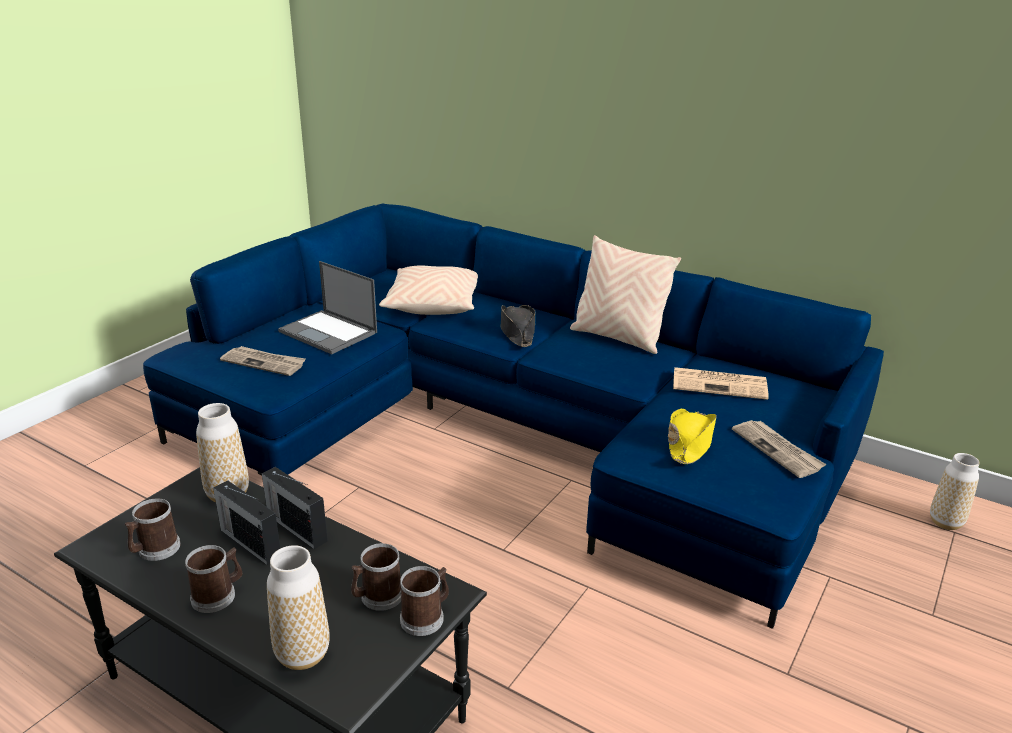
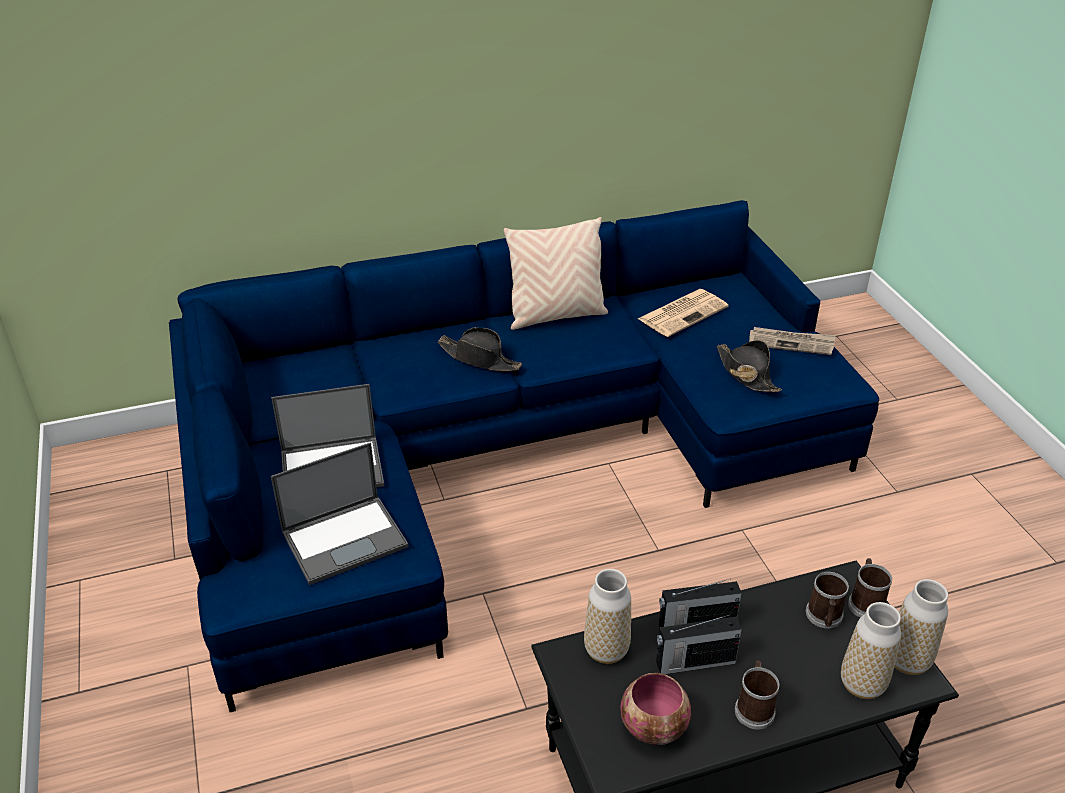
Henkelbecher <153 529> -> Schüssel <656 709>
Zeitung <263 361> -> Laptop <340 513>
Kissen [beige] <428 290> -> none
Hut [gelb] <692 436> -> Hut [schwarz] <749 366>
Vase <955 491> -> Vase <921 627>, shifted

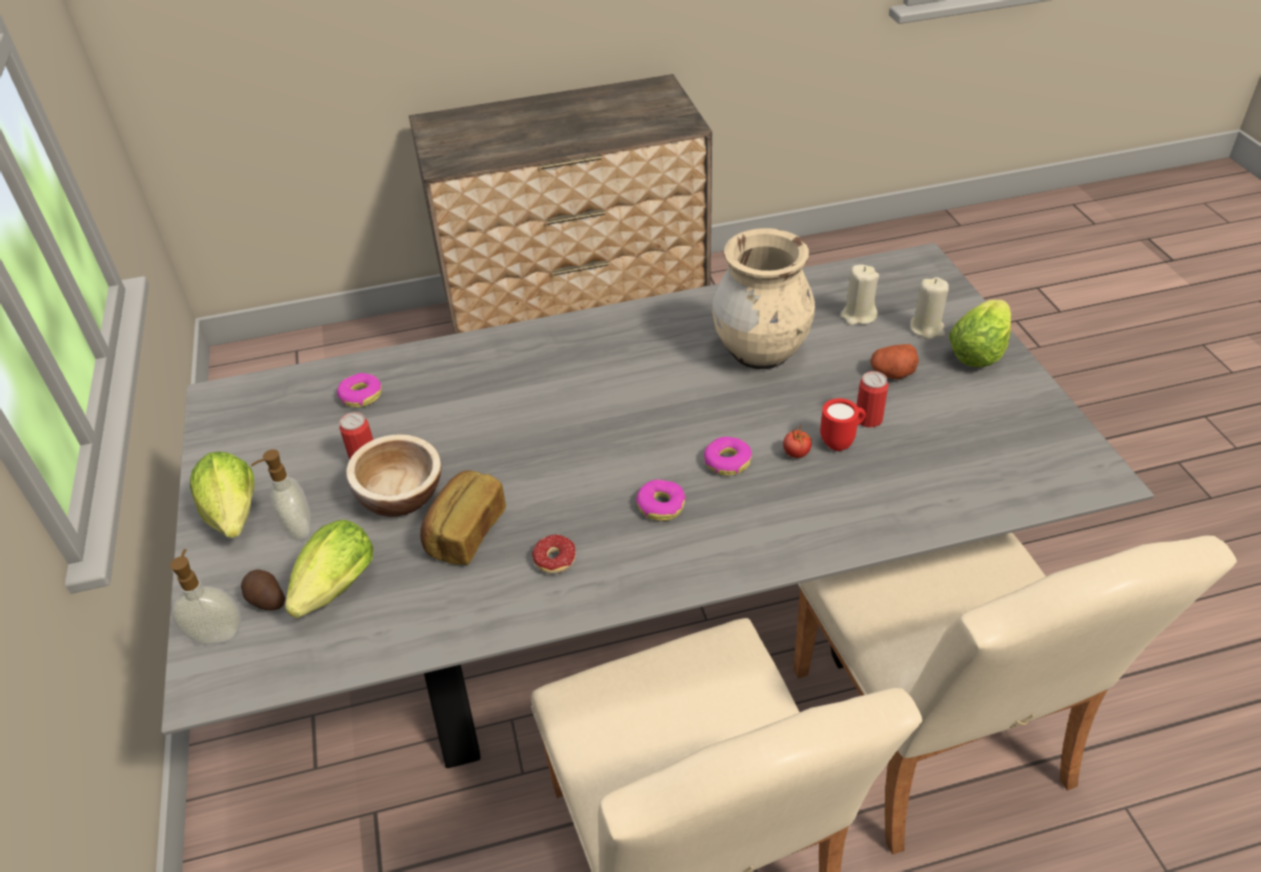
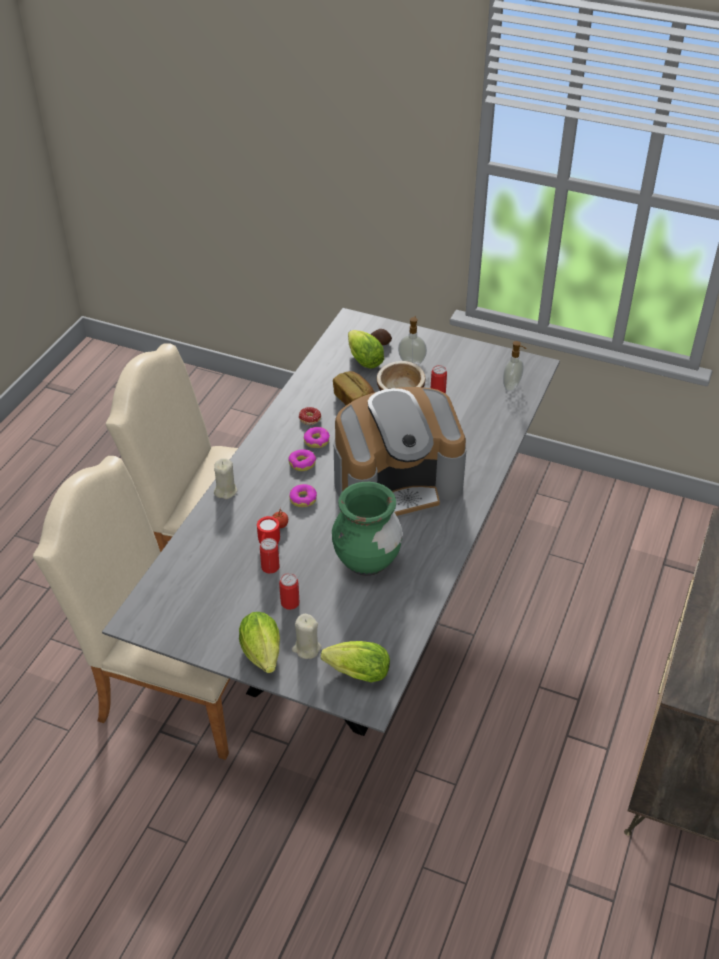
Seifenspender <205 597> -> Seifenspender <514 366>, shifted
Salatkopf <222 495> -> Salatkopf <355 661>, shifted
Donut <359 390> -> Donut <317 437>, shifted
Vase [beige] <763 298> -> Vase [grün] <367 529>
Kerze [beige] <859 295> -> Kerze [beige] <225 478>, shifted
Kartoffel <895 361> -> Dose <289 591>
none -> Kaffeemaschine <400 452>

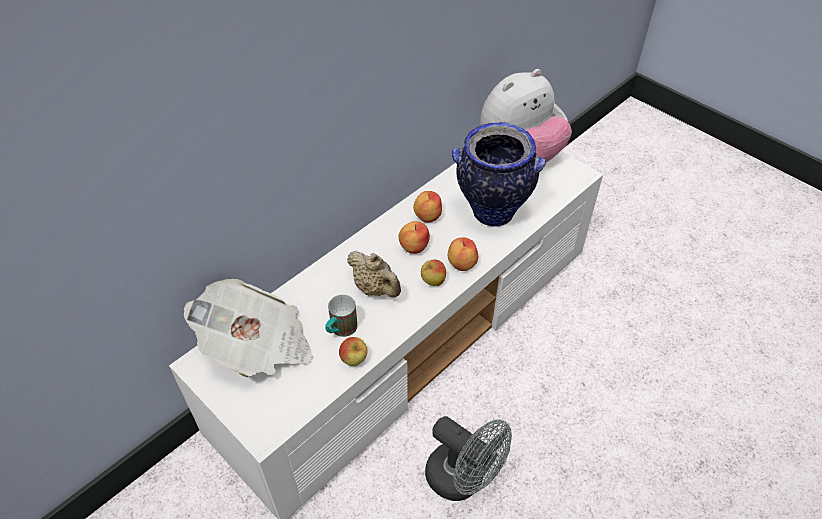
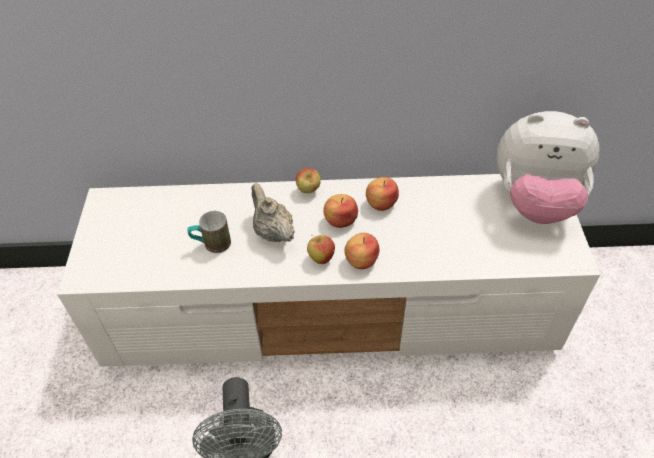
Zeitung <248 328> -> none
Apfel <353 351> -> Apfel <308 180>, shifted
Teekanne [beige] <374 274> -> Teekanne [beige] <273 212>, 150 degrees clockwise
Vase <499 174> -> none

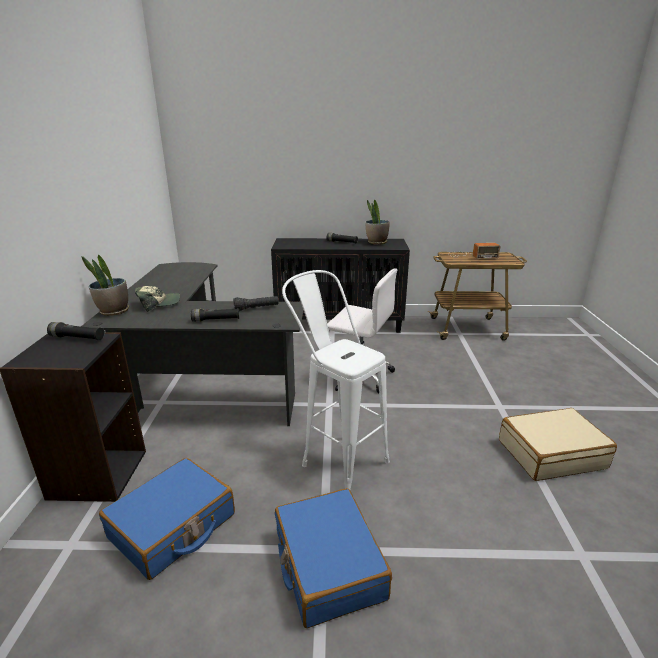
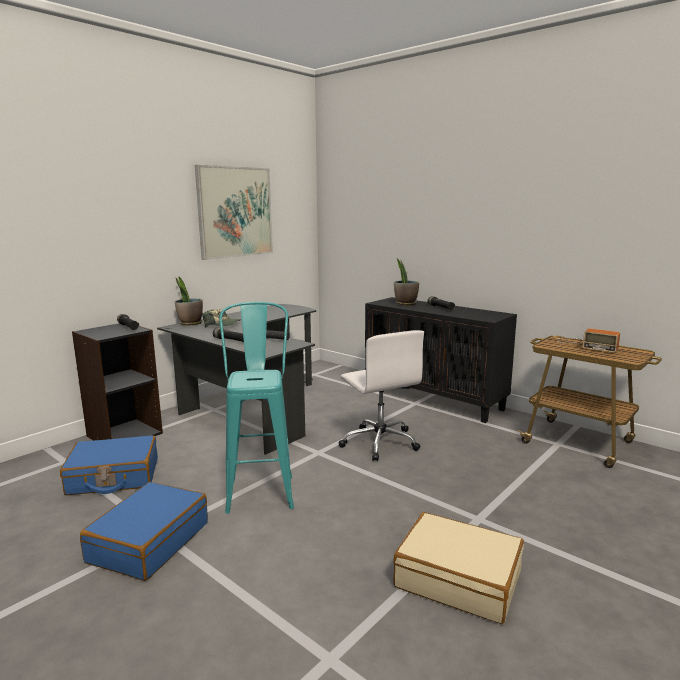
Hocker [weiß] <336 379> -> Hocker [türkis] <256 408>
Topfpflanze <377 222> -> Topfpflanze <406 281>, shifted
none -> Bild <234 212>

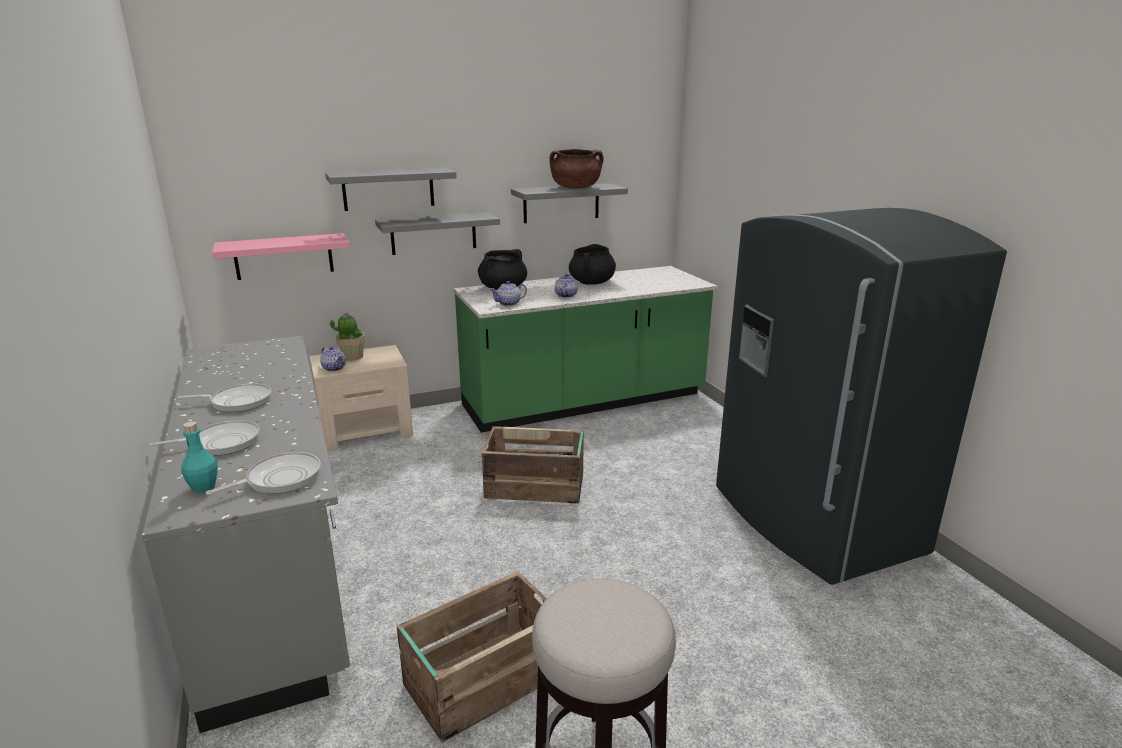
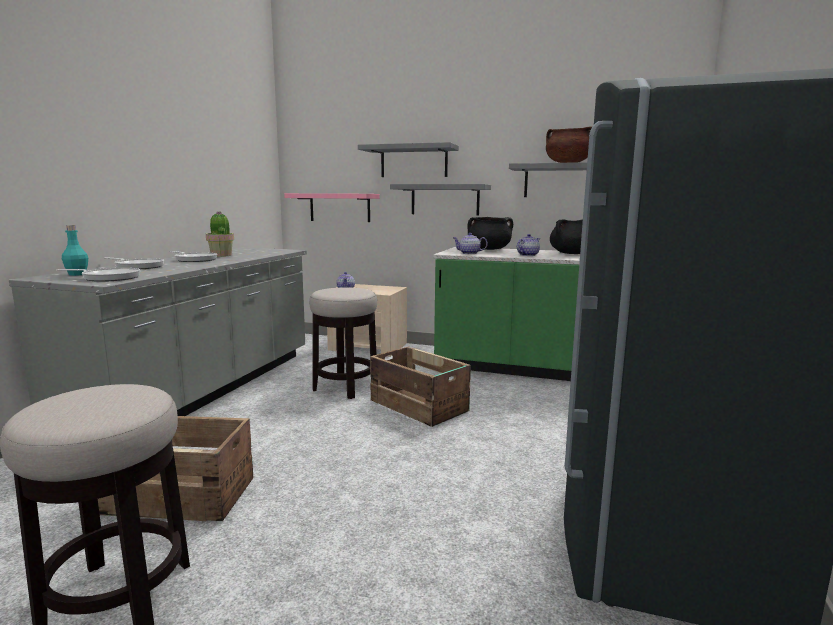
Topfpflanze <347 336> -> Topfpflanze <220 234>, shifted
none -> Hocker <343 343>

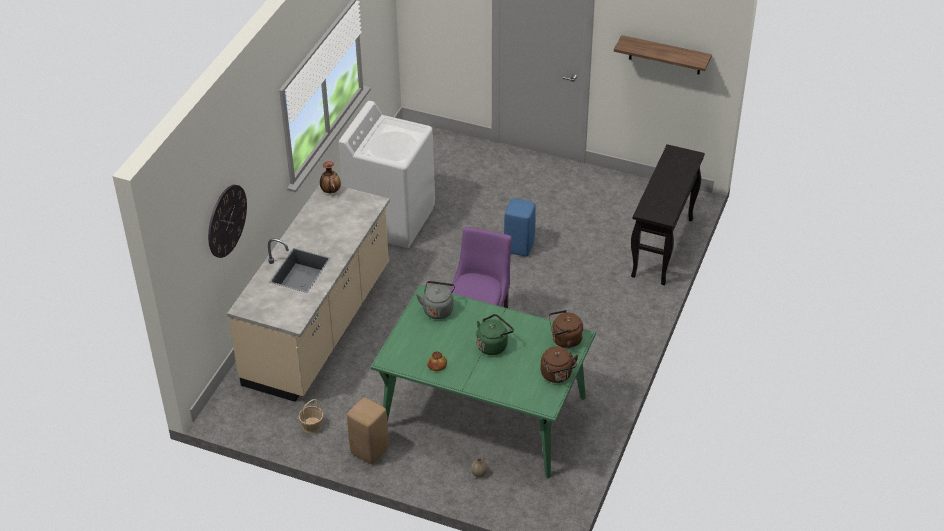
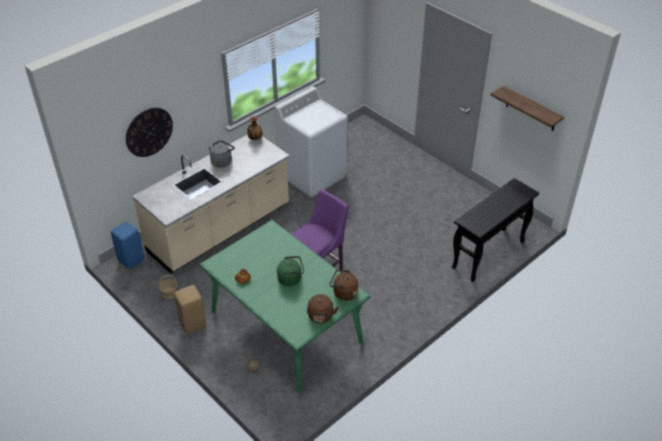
Wasserkessel [grau] <435 300> -> Wasserkessel [grau] <222 154>, shifted
Hocker [blau] <520 227> -> Hocker [blau] <127 245>, shifted

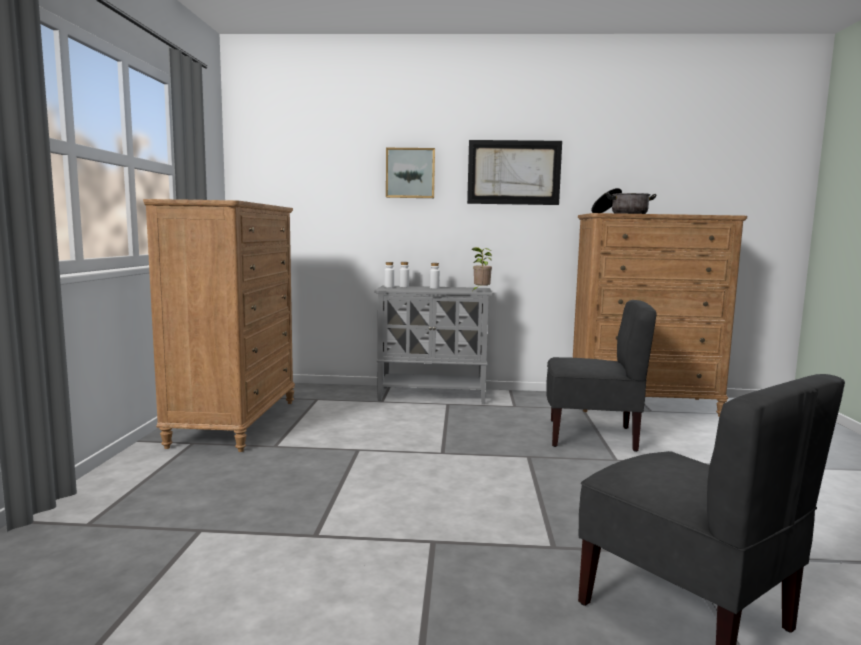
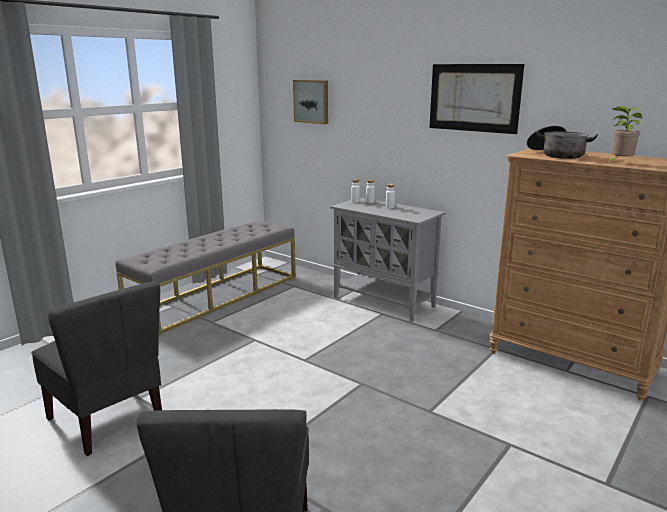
Kommode [braun] <219 325> -> Bank [grau] <206 277>
Bild <410 173> -> Bild <310 102>, shifted
Topfpflanze <481 268> -> Topfpflanze <624 134>, shifted
Stuhl [grau] <601 376> -> Stuhl [grau] <96 368>, shifted

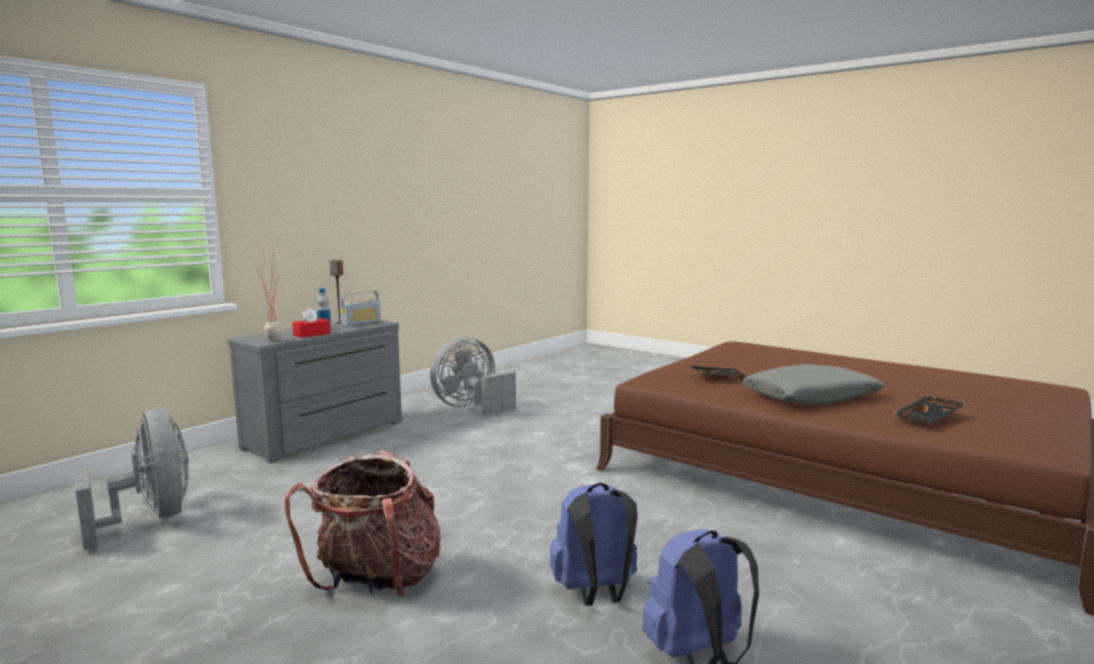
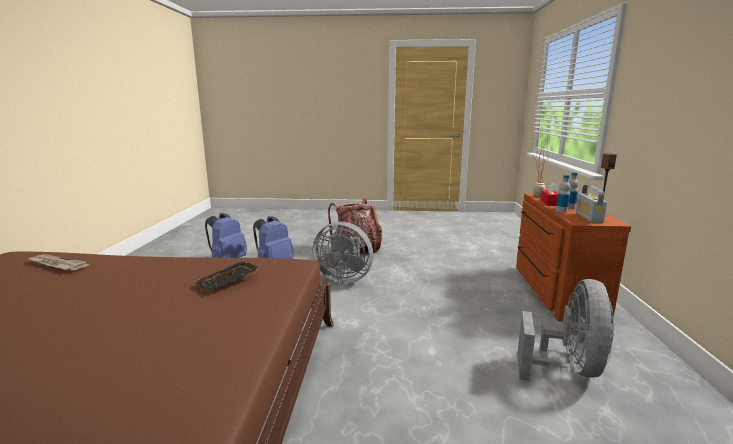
Ventilator [grau] <132 479> -> Ventilator [grau] <343 252>, shifted
Kommode [grau] <315 391> -> Kommode [braun] <573 258>
Kissen [grau] <814 385> -> none
Tablett [schwarz] <929 409> -> Zeitung <59 262>
none -> Flasche <563 194>

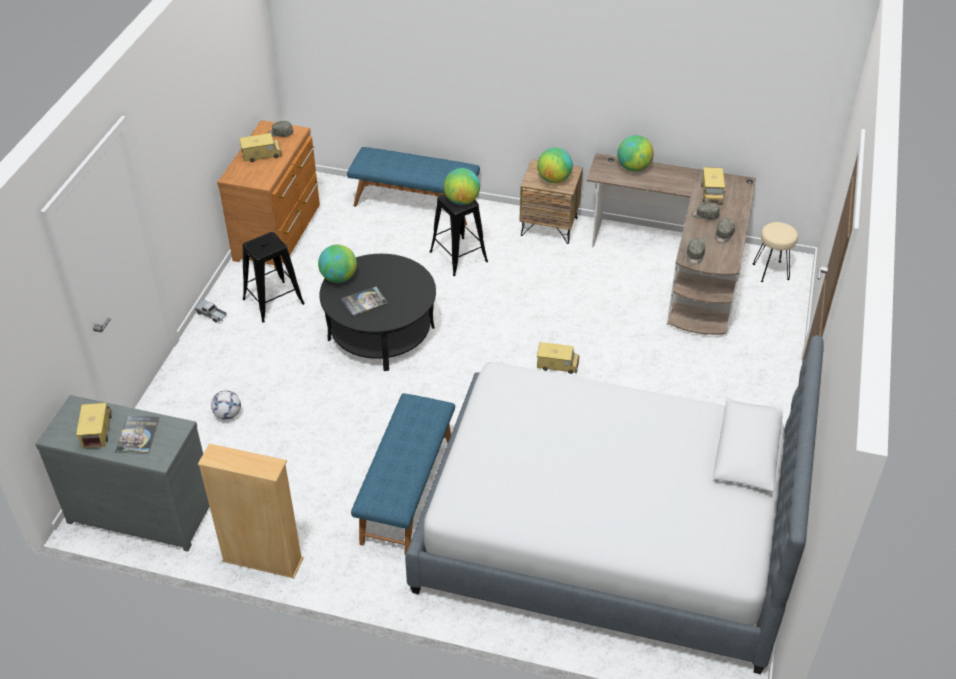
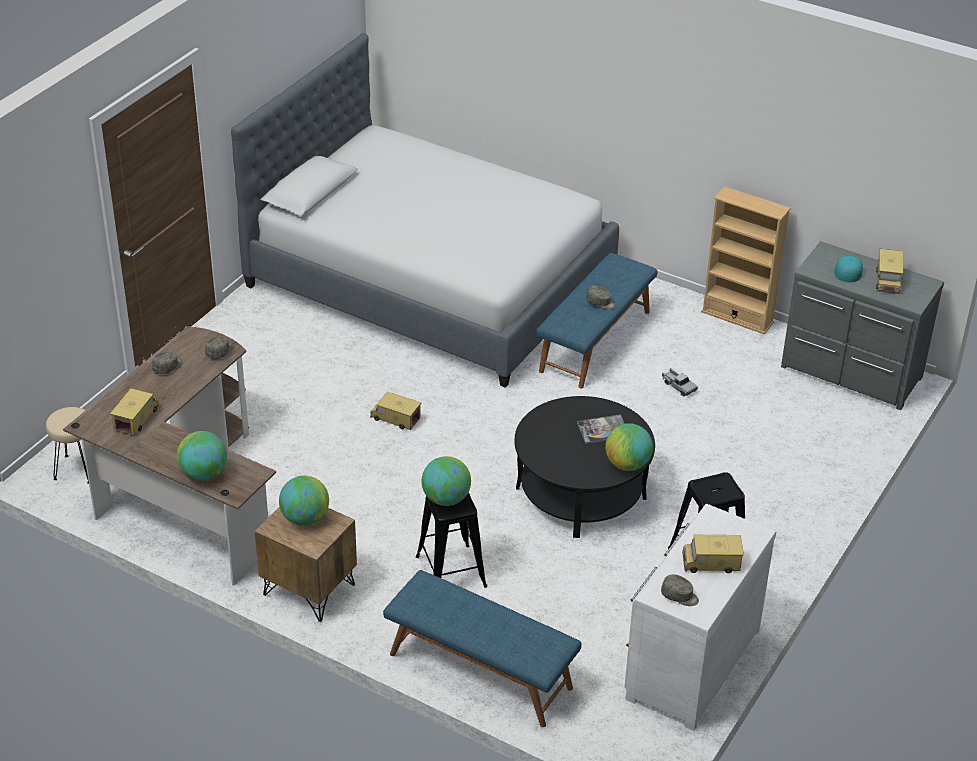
Buch <137 435> -> Kappe [türkis] <849 269>
Spielzeuglaster <211 311> -> Spielzeuglaster <680 382>, shifted
Fußball <226 405> -> none
Kommode [braun] <268 194> -> Kommode [weiß] <700 617>
Kappe [grau] <705 211> -> Kappe [grau] <600 298>, shifted

